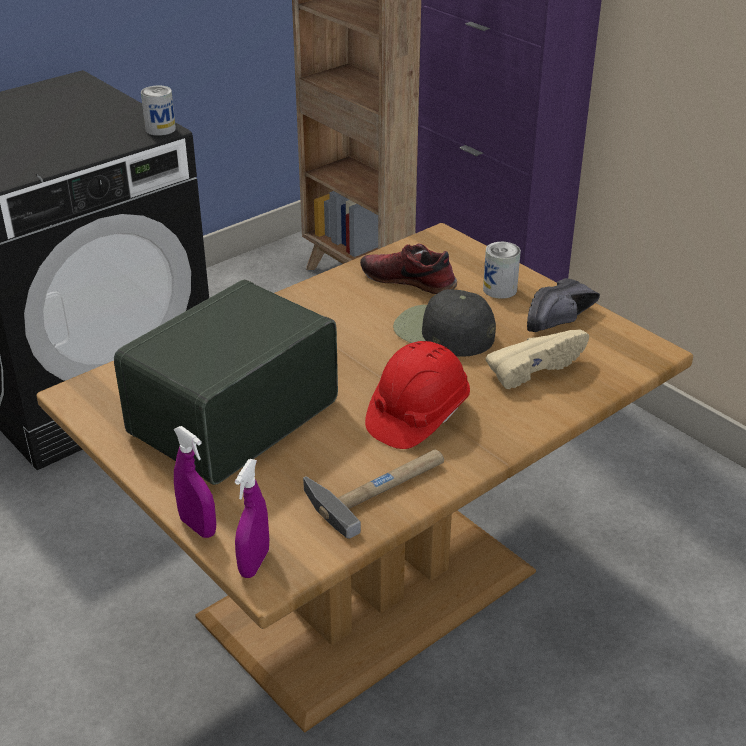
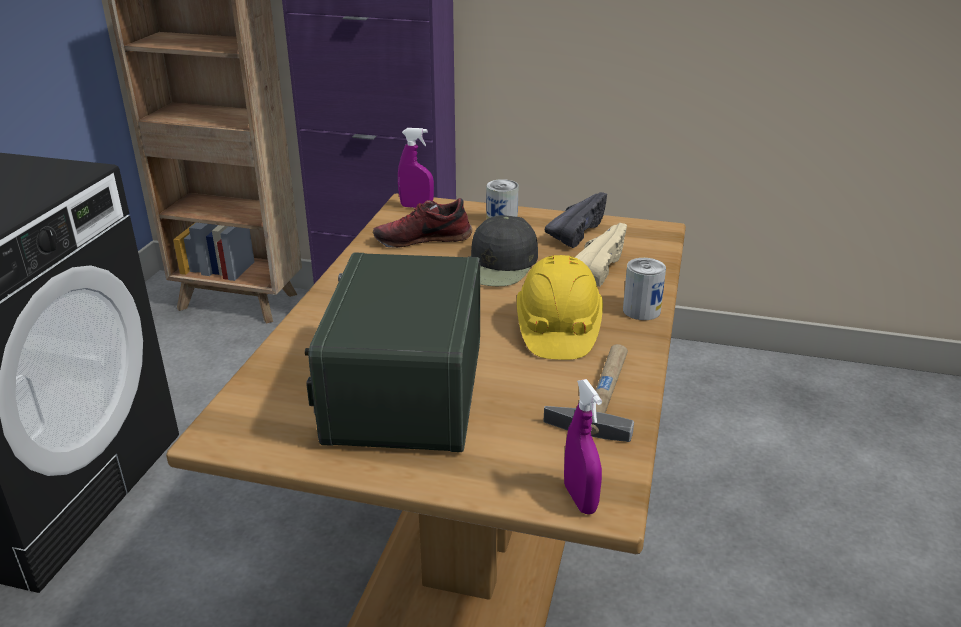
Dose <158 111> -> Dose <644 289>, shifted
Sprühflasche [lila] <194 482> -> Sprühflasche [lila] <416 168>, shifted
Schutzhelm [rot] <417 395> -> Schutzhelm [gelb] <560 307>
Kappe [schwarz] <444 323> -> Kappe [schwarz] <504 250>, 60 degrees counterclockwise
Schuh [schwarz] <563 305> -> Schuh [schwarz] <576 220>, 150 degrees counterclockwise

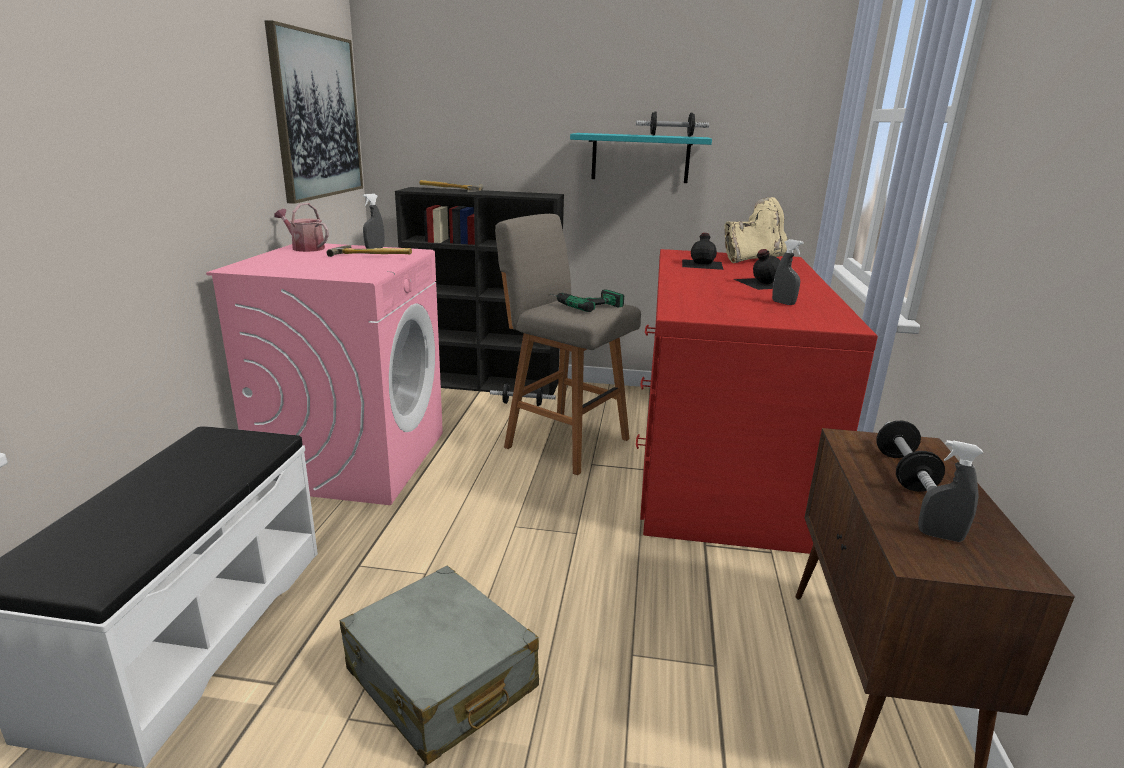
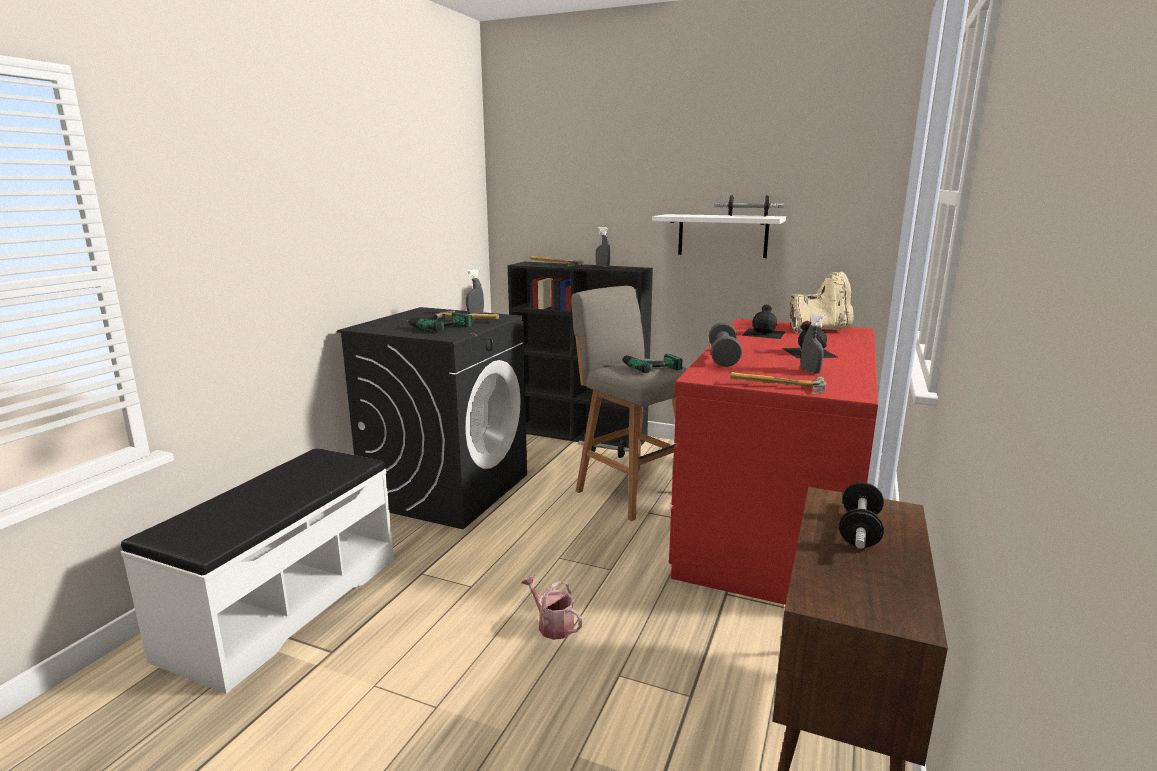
Waschmaschine [rosa] <324 374> -> Waschmaschine [schwarz] <432 418>
Bild <314 112> -> none
Gießkanne <301 227> -> Gießkanne <551 607>, shifted
Koffer [grau] <439 665> -> none
Wandregal [türkis] <641 158> -> Wandregal [weiß] <719 236>
Sprühflasche [grau] <950 491> -> Sprühflasche [grau] <603 247>, shifted
none -> Bohrmaschine <438 322>
none -> Hantel [grau] <725 344>
none -> Hammer <778 383>

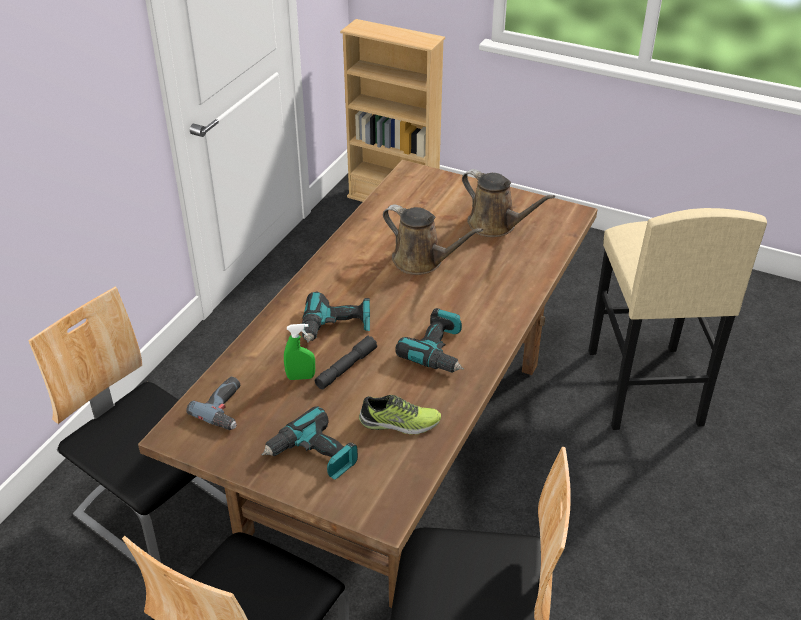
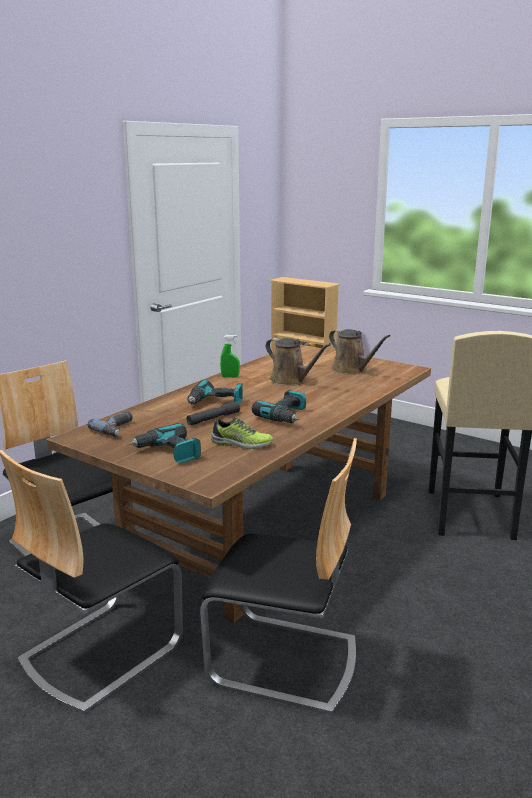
Sprühflasche [grün] <299 352> -> Sprühflasche [grün] <230 356>, shifted

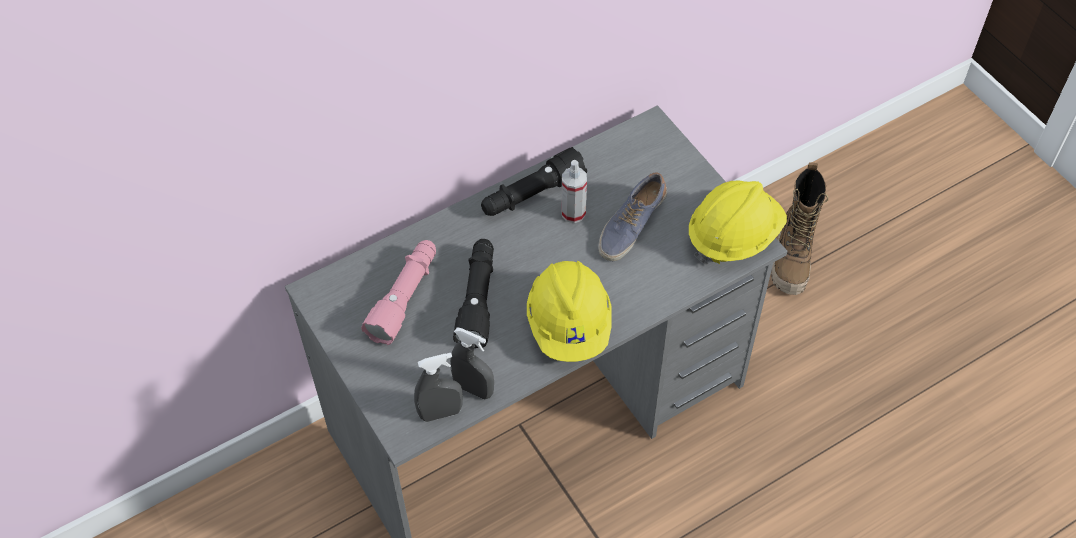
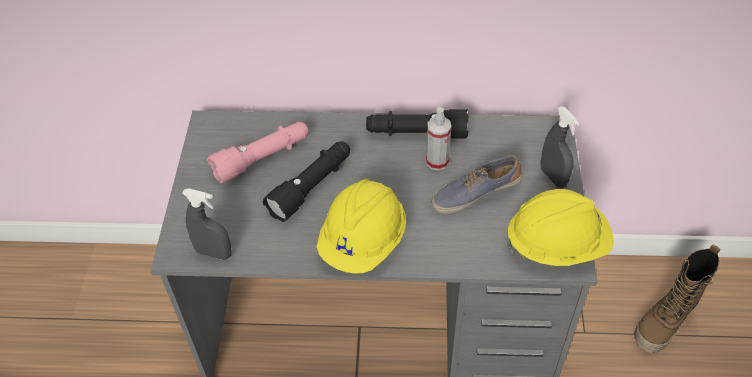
Sprühflasche [grau] <472 363> -> Sprühflasche [grau] <560 147>, shifted

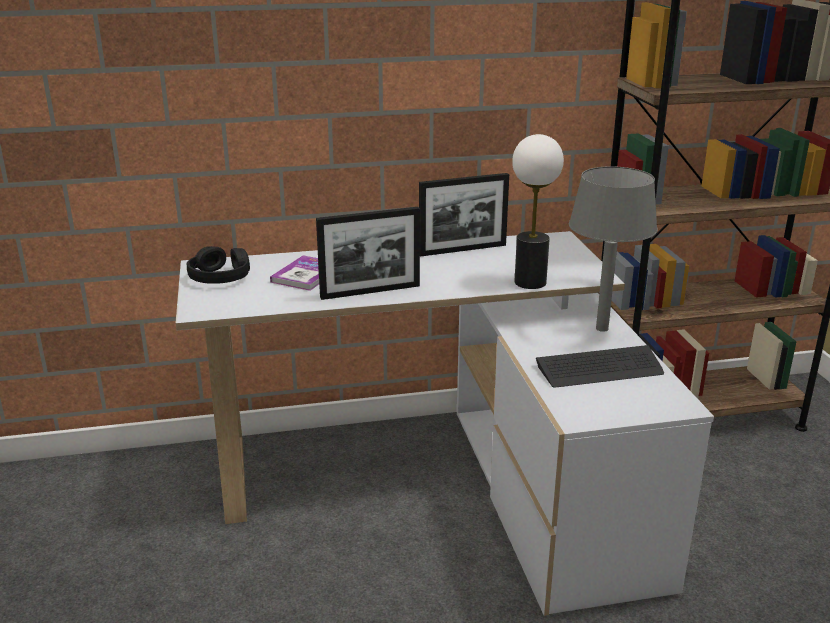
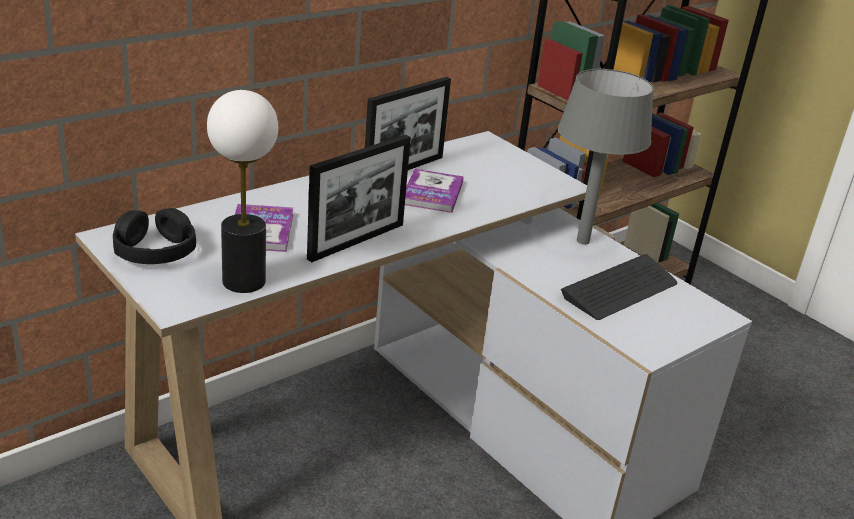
Tischlampe <538 211> -> Tischlampe <242 191>, shifted
none -> Buch <434 191>

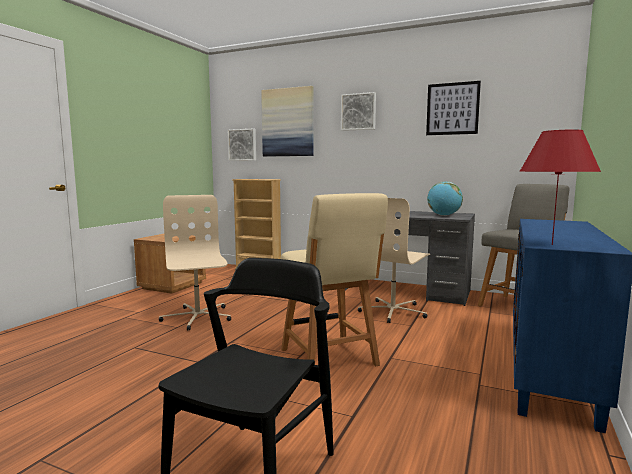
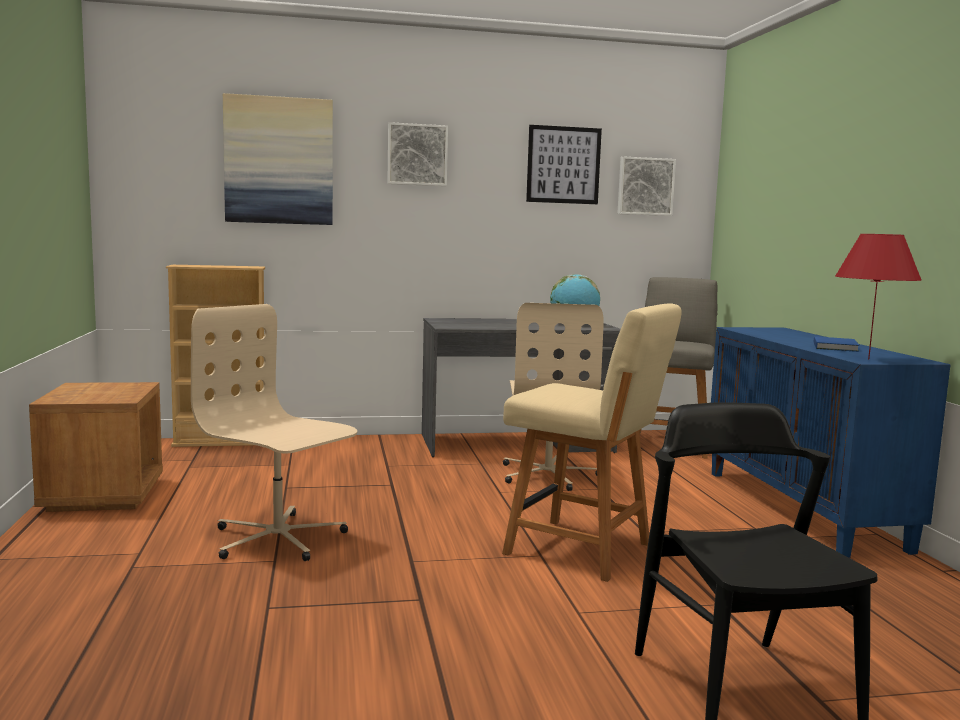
Bild <242 145> -> Bild <646 186>, shifted
none -> Buch [blau] <837 344>

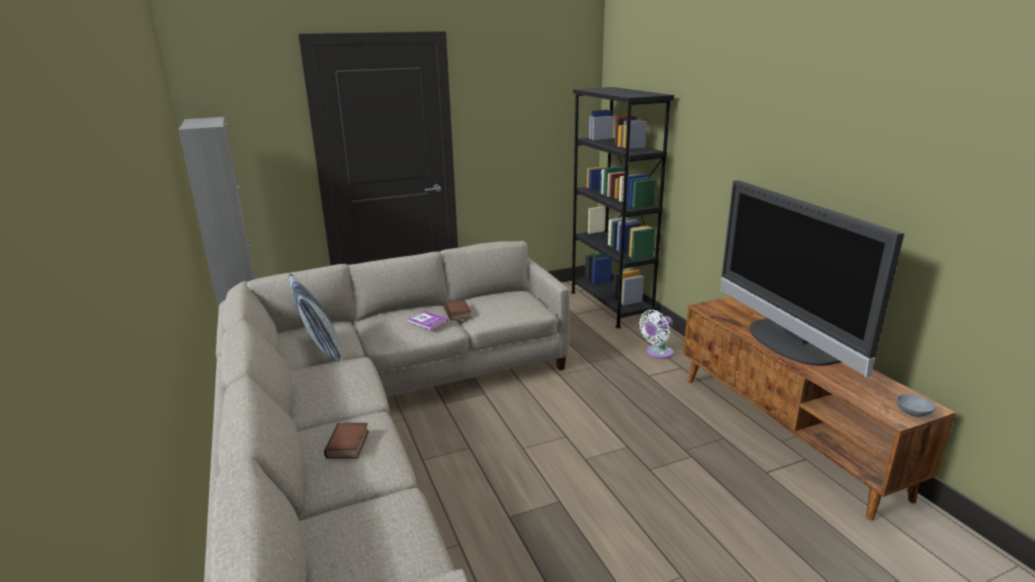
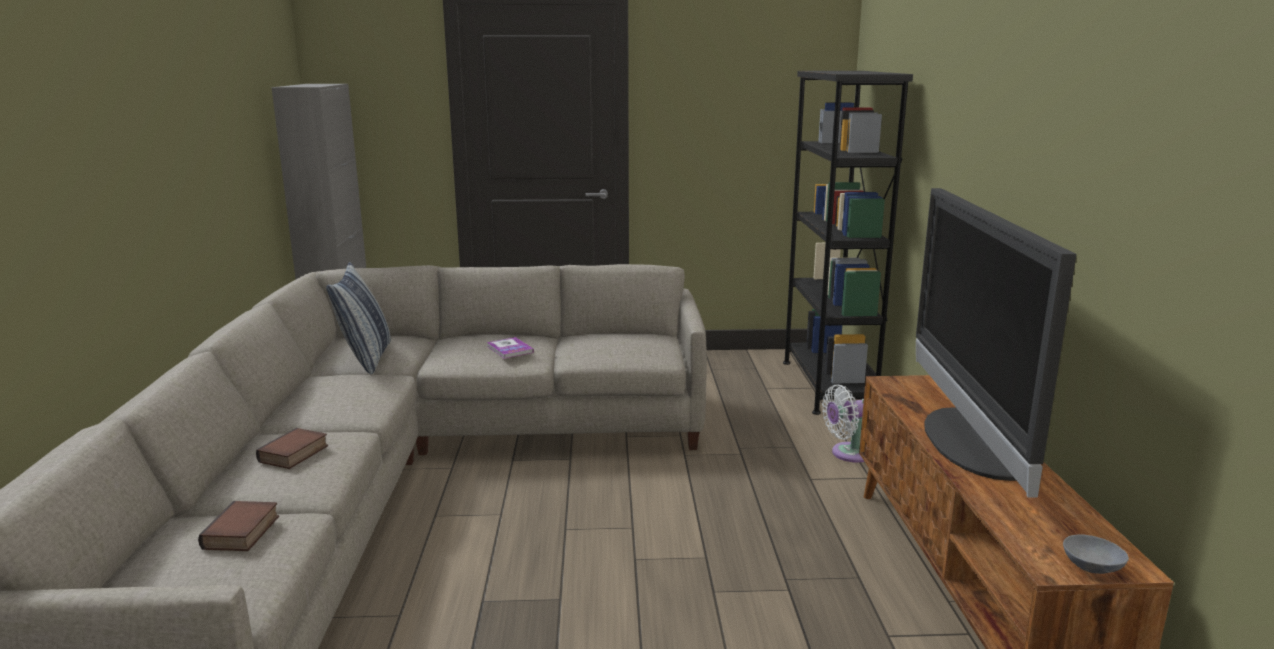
Buch <457 310> -> Buch <238 526>, shifted

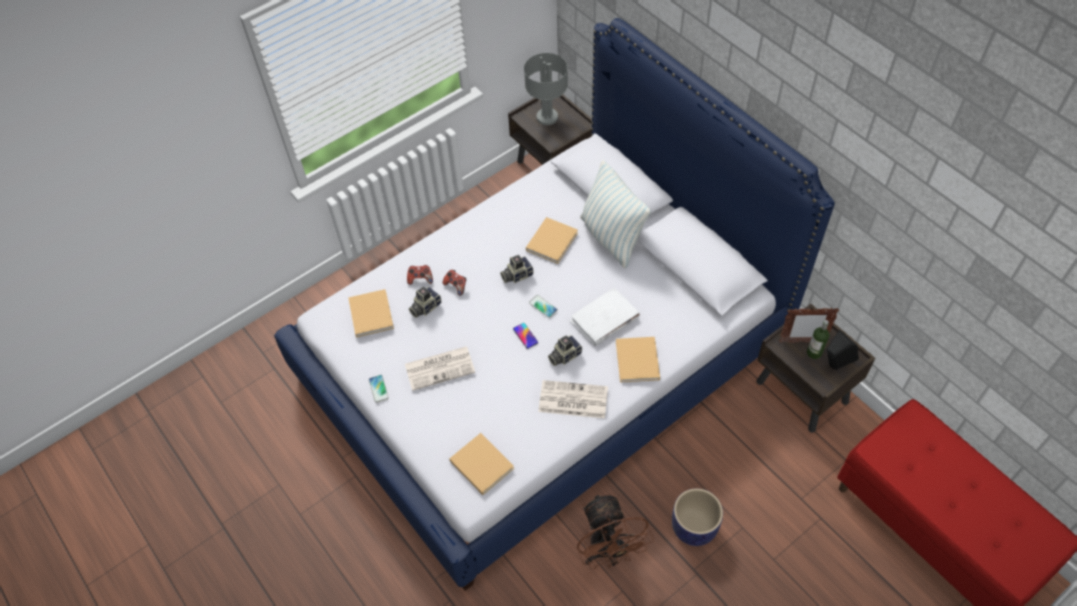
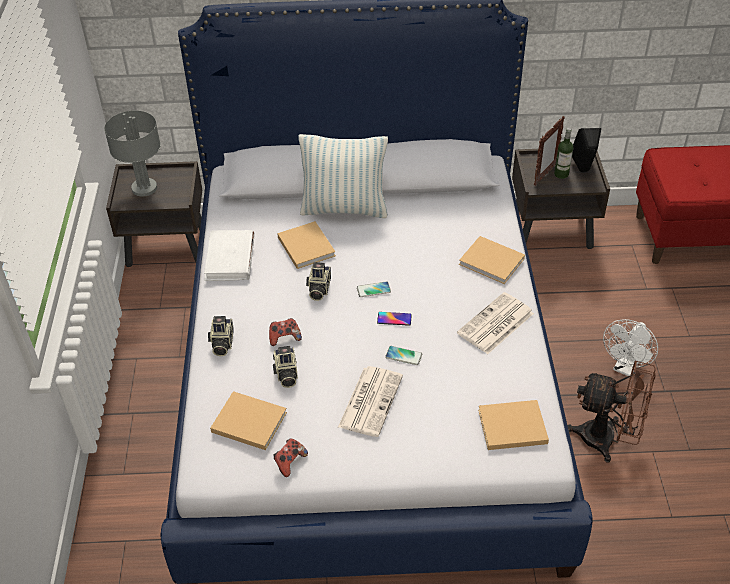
Handy <379 389> -> Handy <403 355>, shifted
Gamepad <420 275> -> Gamepad <290 458>, shifted
Kamera <565 350> -> Kamera <221 336>, shifted
Buch [weiß] <605 316> -> Buch [weiß] <229 255>, shifted
Pflanzkübel <697 517> -> Ventilator [weiß] <630 347>

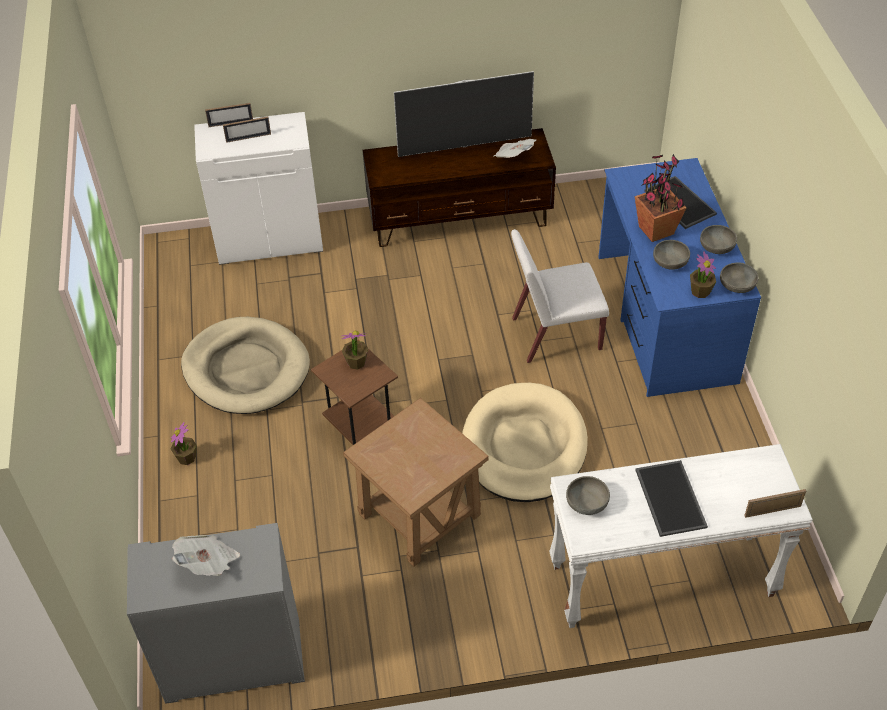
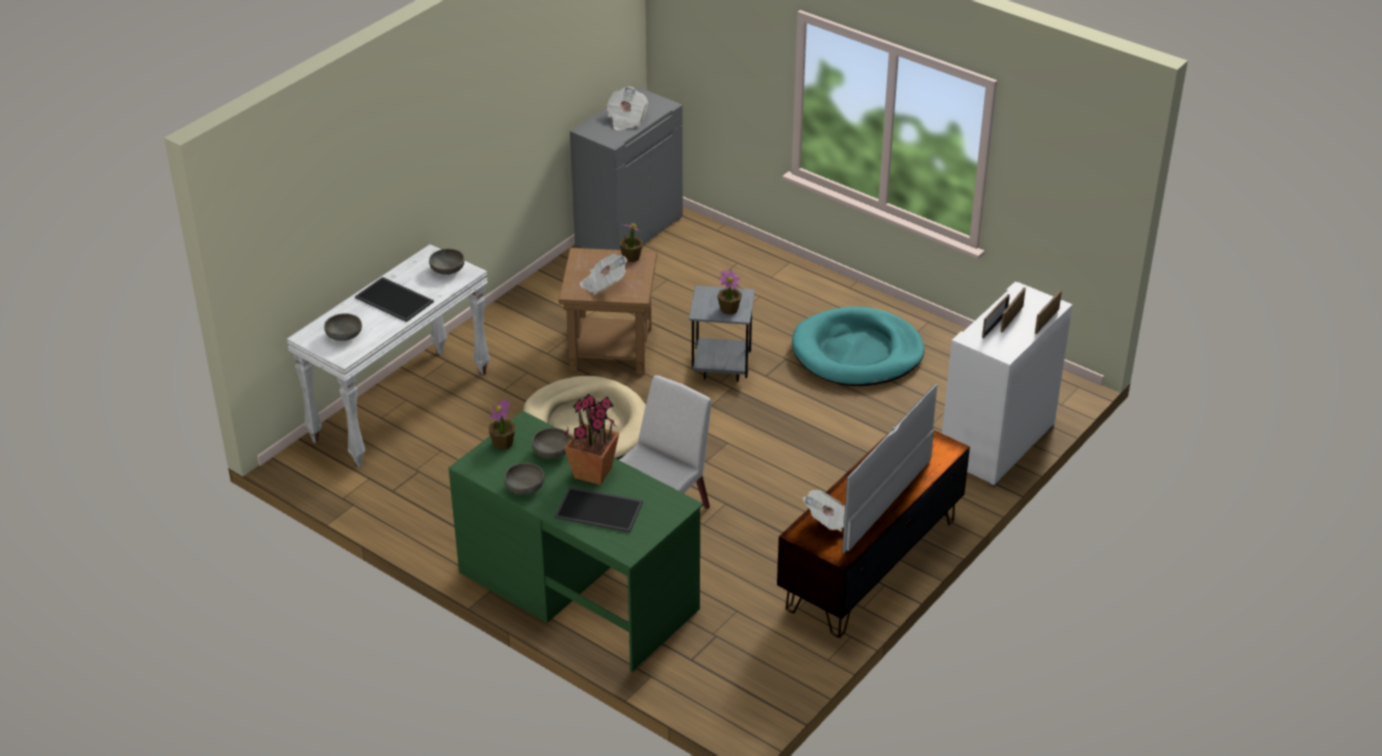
Topfpflanze <183 443> -> Topfpflanze <631 242>, shifted
Hundebett [beige] <245 365> -> Hundebett [türkis] <858 346>
Beistelltisch [braun] <354 392> -> Beistelltisch [grau] <722 333>
Schreibtisch [blau] <679 277> -> Schreibtisch [grün] <575 541>
Schüssel [grau] <739 277> -> Schüssel [grau] <343 327>, shifted
Bilderrahmen <775 503> -> Bilderrahmen <996 316>, shifted
none -> Zeitung <604 274>

